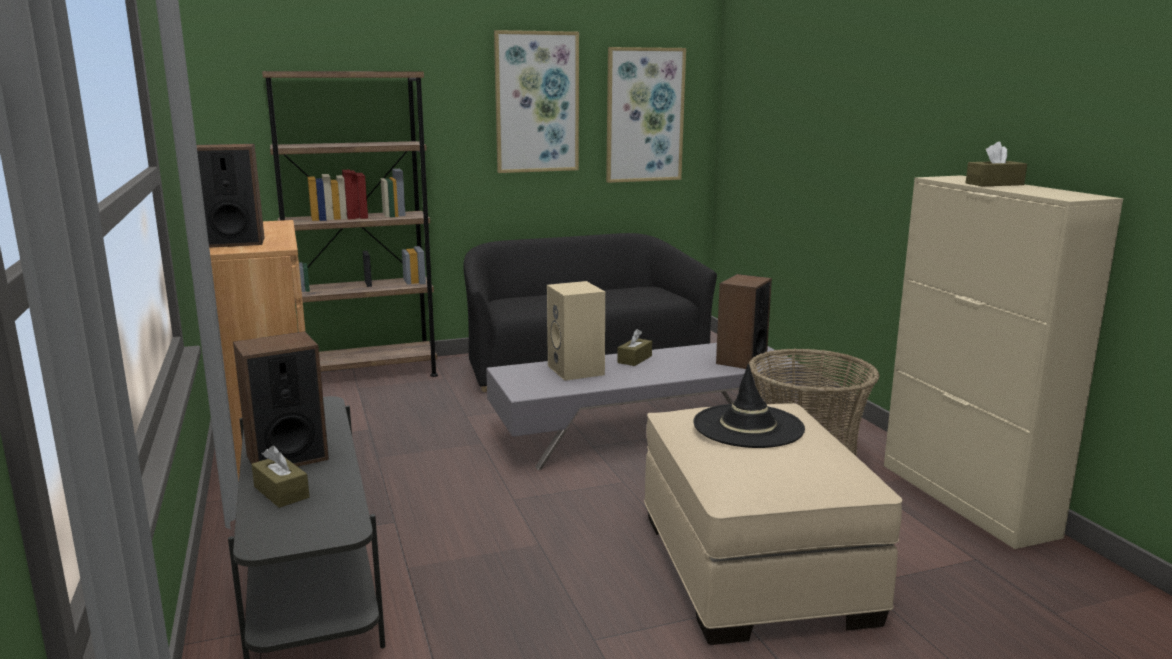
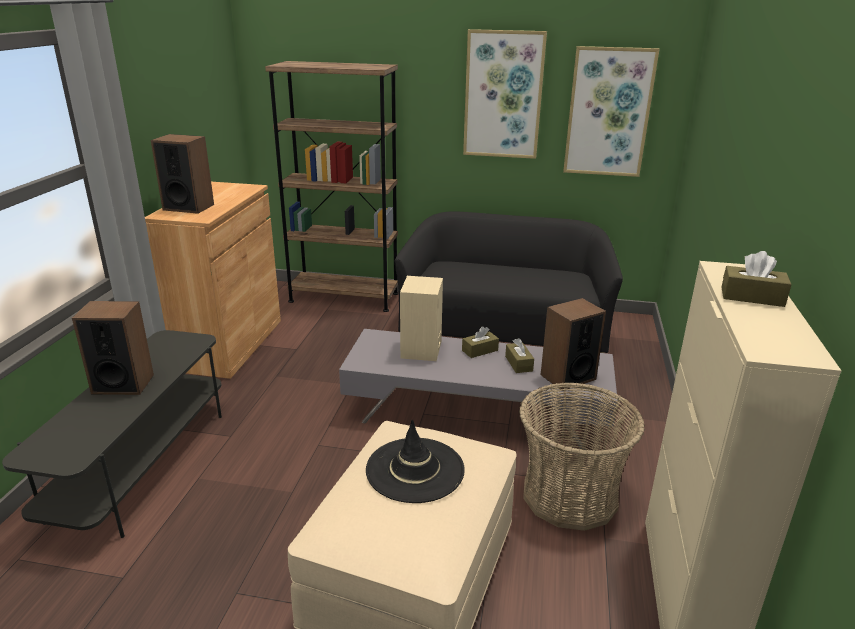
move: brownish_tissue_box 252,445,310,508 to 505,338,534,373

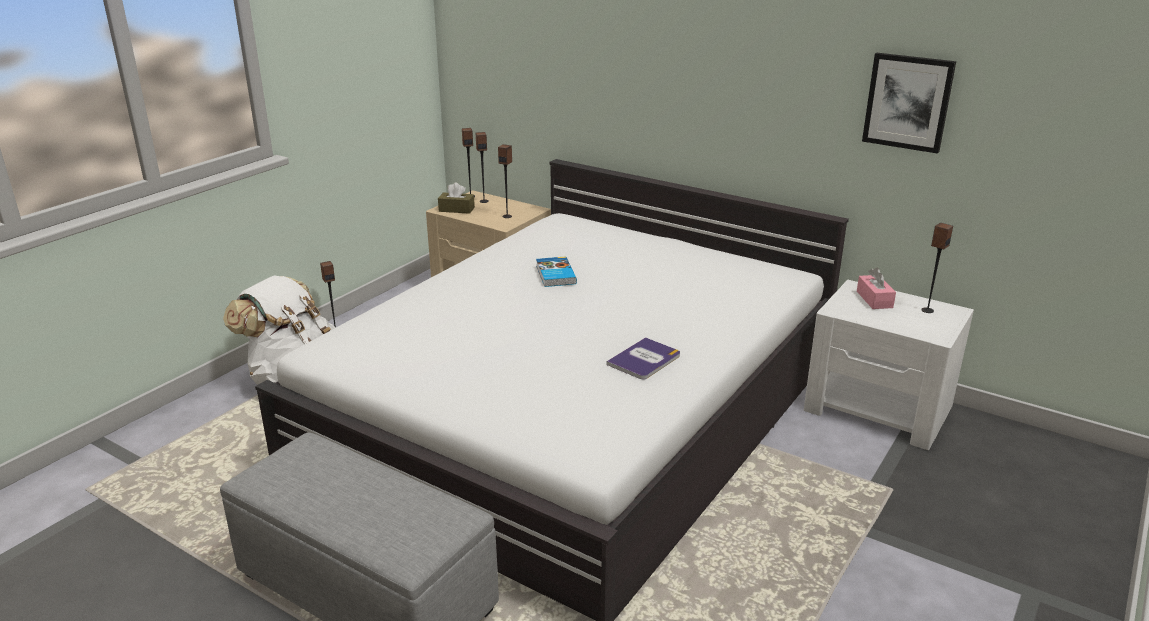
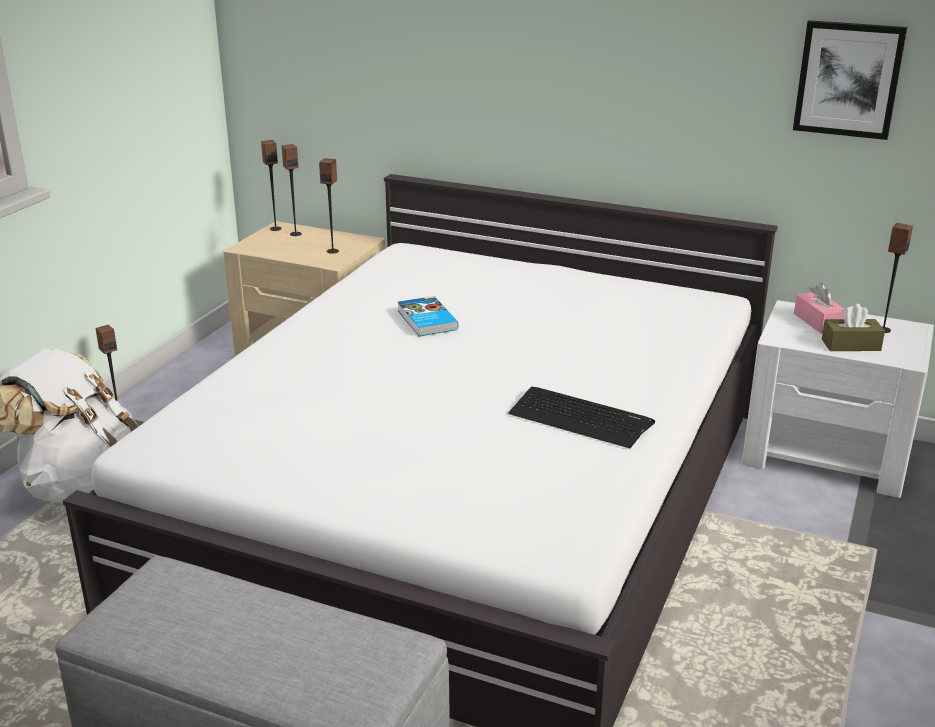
move: brownish_tissue_box 438,183,475,214 to 822,304,885,351
replace: book 607,337,680,379 to computer_keyboard 508,386,655,449

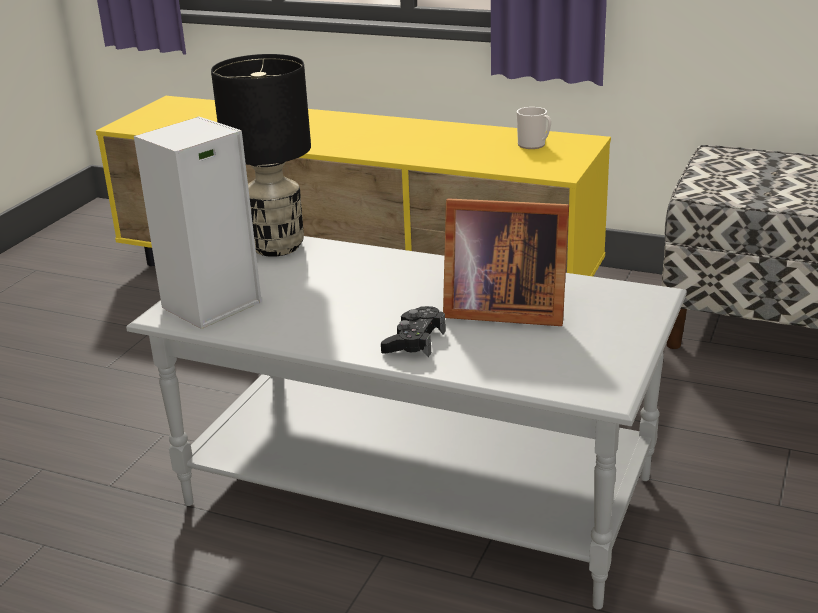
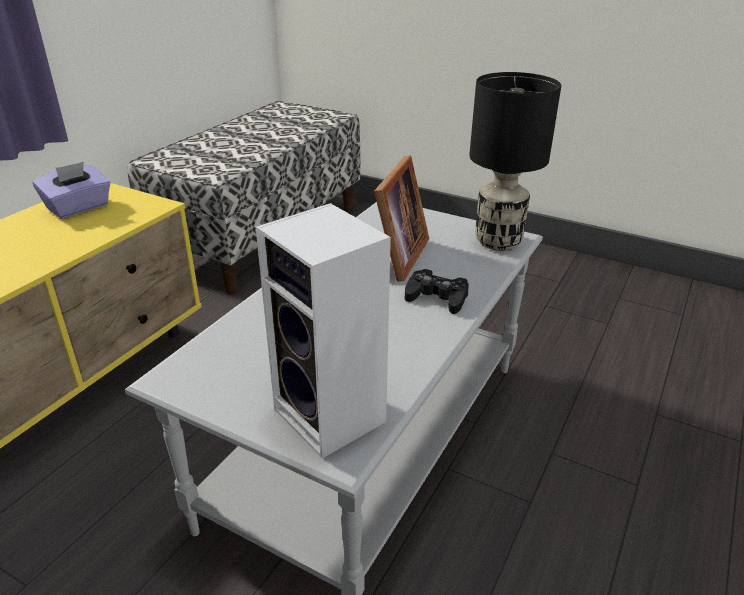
move: black-coloured_lamp_for_a_table 211,54,311,257 to 469,72,561,251
replace: mug 517,107,551,149 to purple-coloured_tissue_box 32,162,110,219

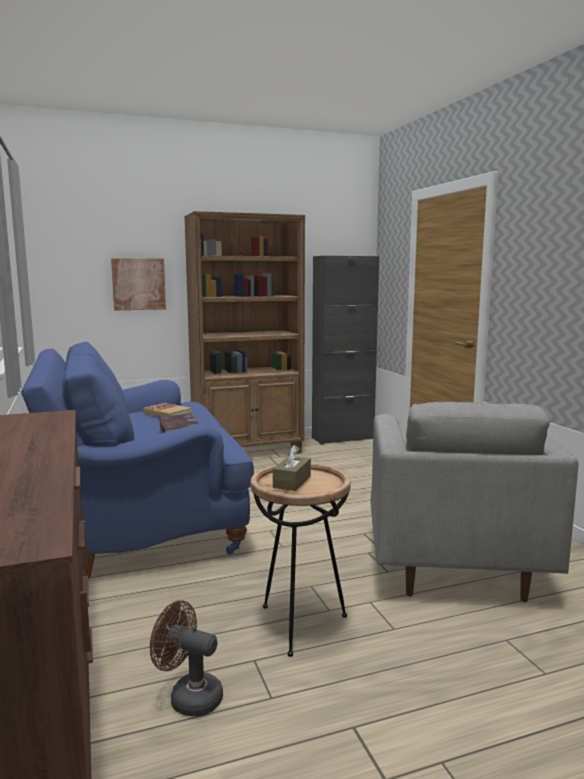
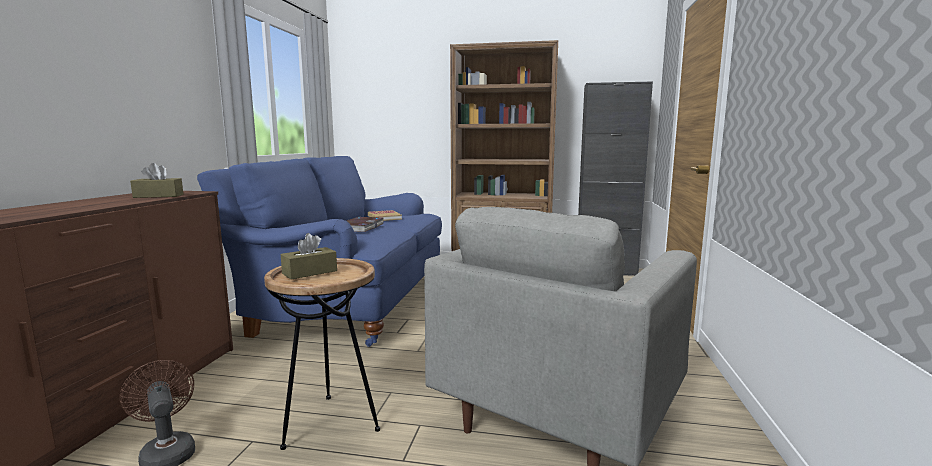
delete: wall_art 111,258,166,310
insert: brownish_tissue_box 130,163,183,198

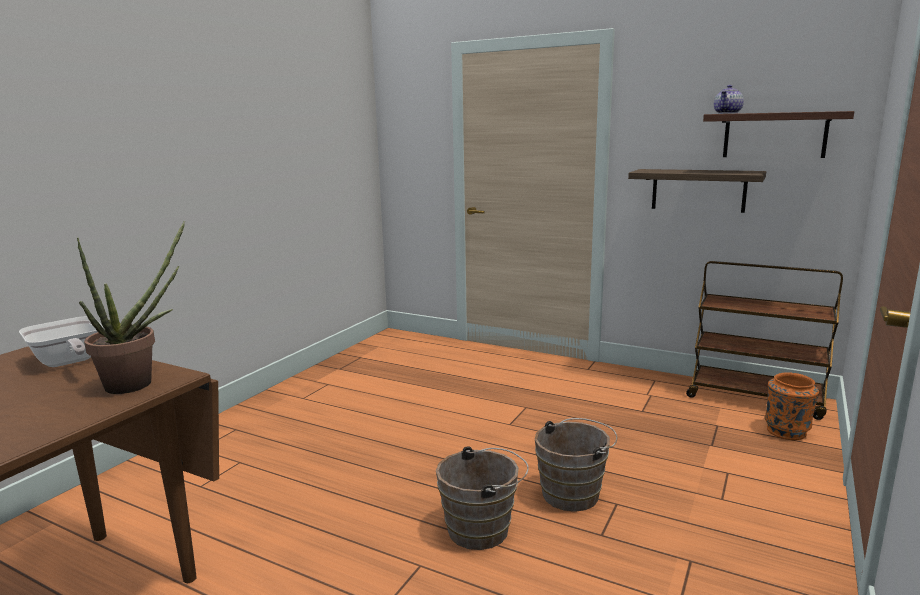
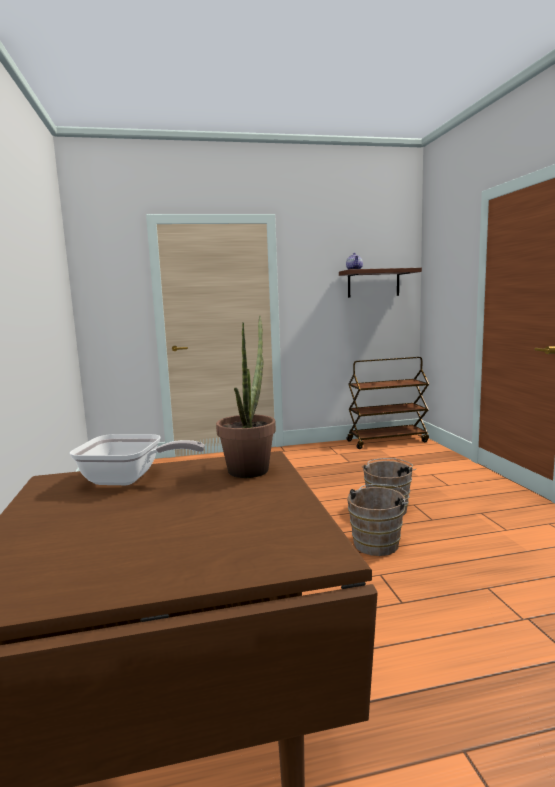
delete: shelf 628,169,766,213; orange-coloured_vase 765,372,819,440

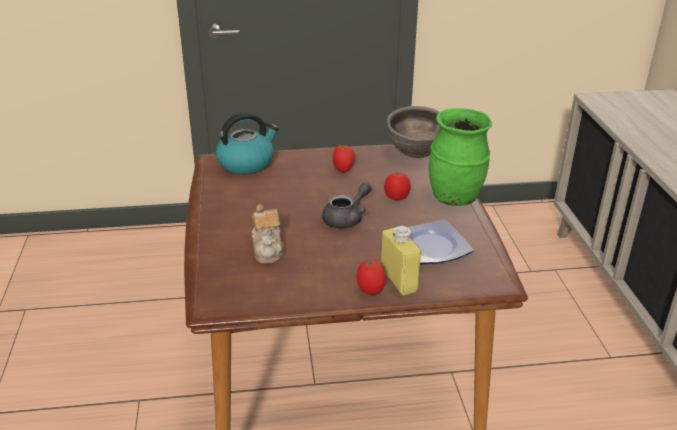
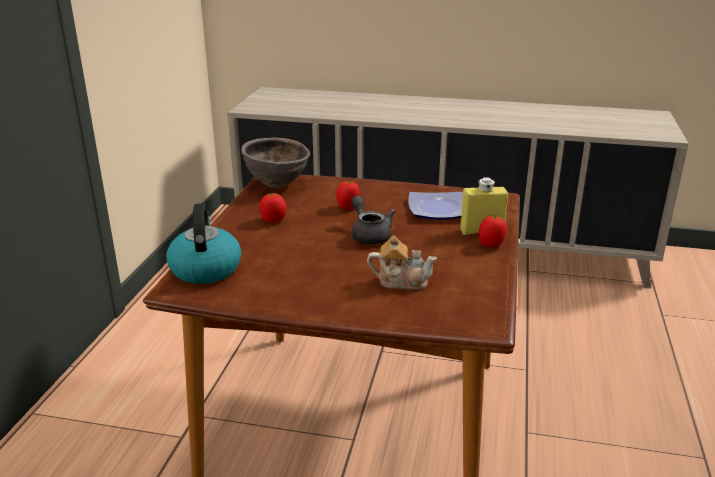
delete: green-coloured_vase 429,108,492,206

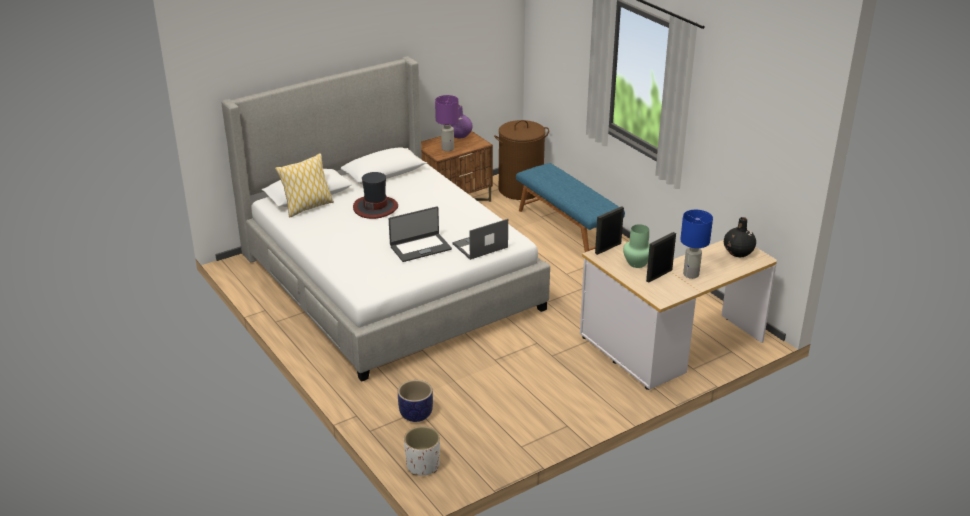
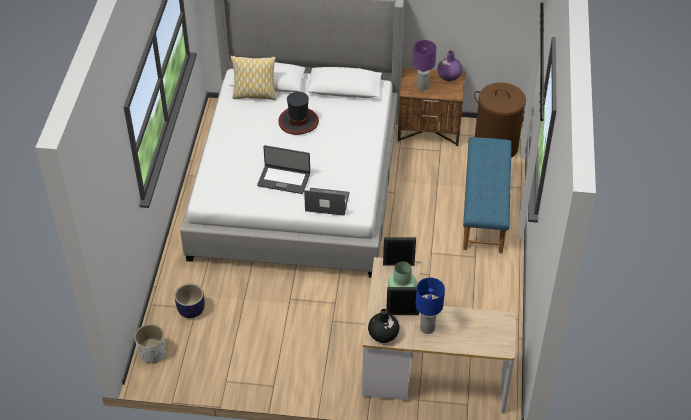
move: black-coloured_vase 724,217,756,257 to 368,309,399,343

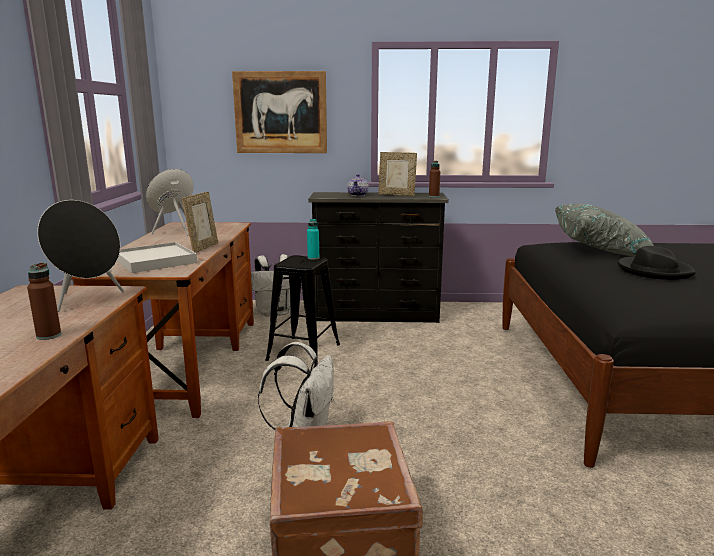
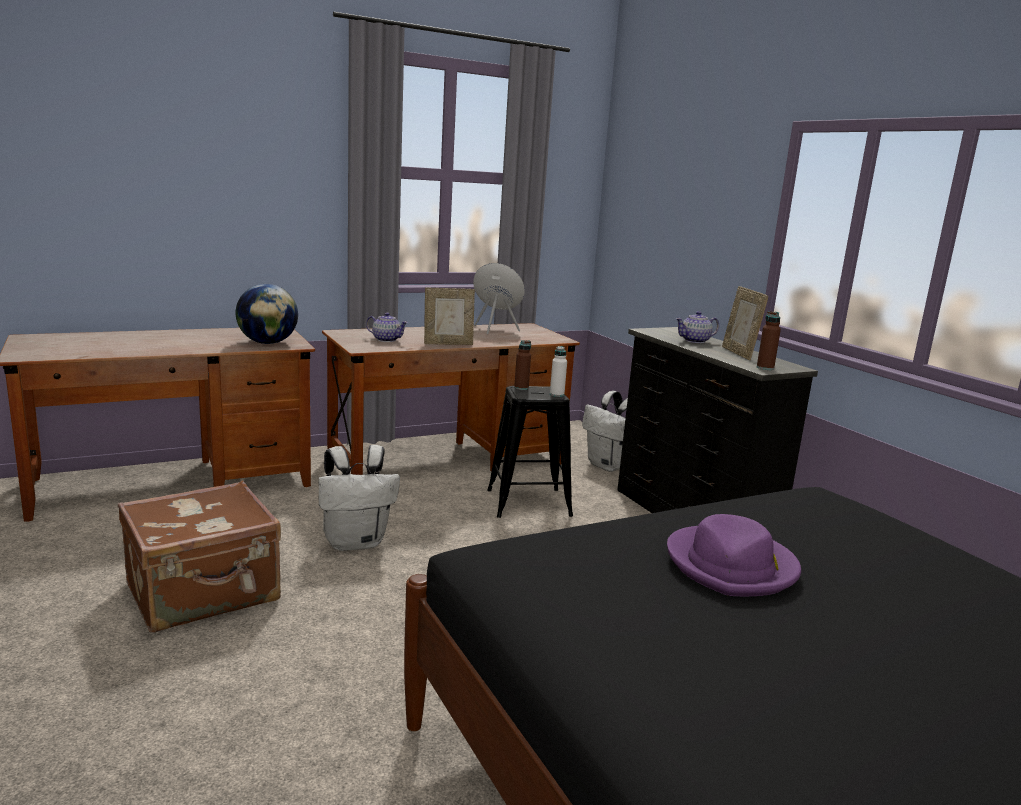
delete: wall_art 232,71,327,153; greyish_throw_pillow 555,203,654,256
move: brownish_drink_bottle 27,262,61,340 to 514,340,531,390
replace: black-coloured_speaker 37,200,124,312 to globe 236,284,298,344; whitish_carrying_tray 117,242,197,273 to tea_pot 366,313,408,342
recolor: turquoise_drink_bottle 307,219,319,260 to whitish_drink_bottle 550,346,567,397; black-coloured_wearable_hat 618,246,696,280 to purple-coloured_wearable_hat 667,514,801,596

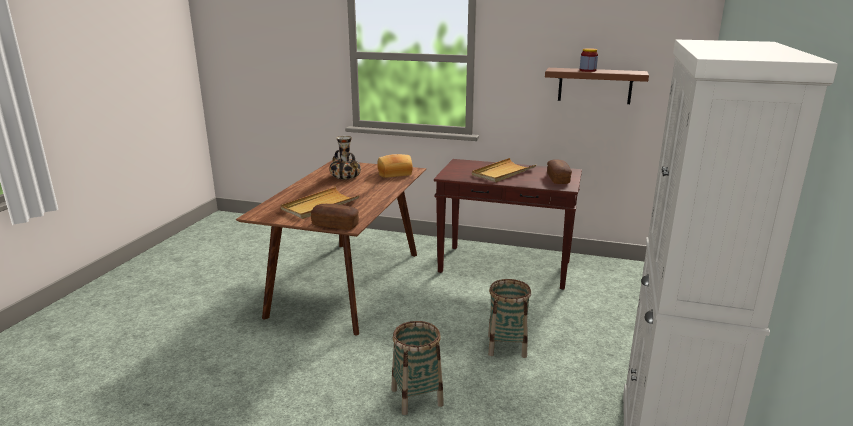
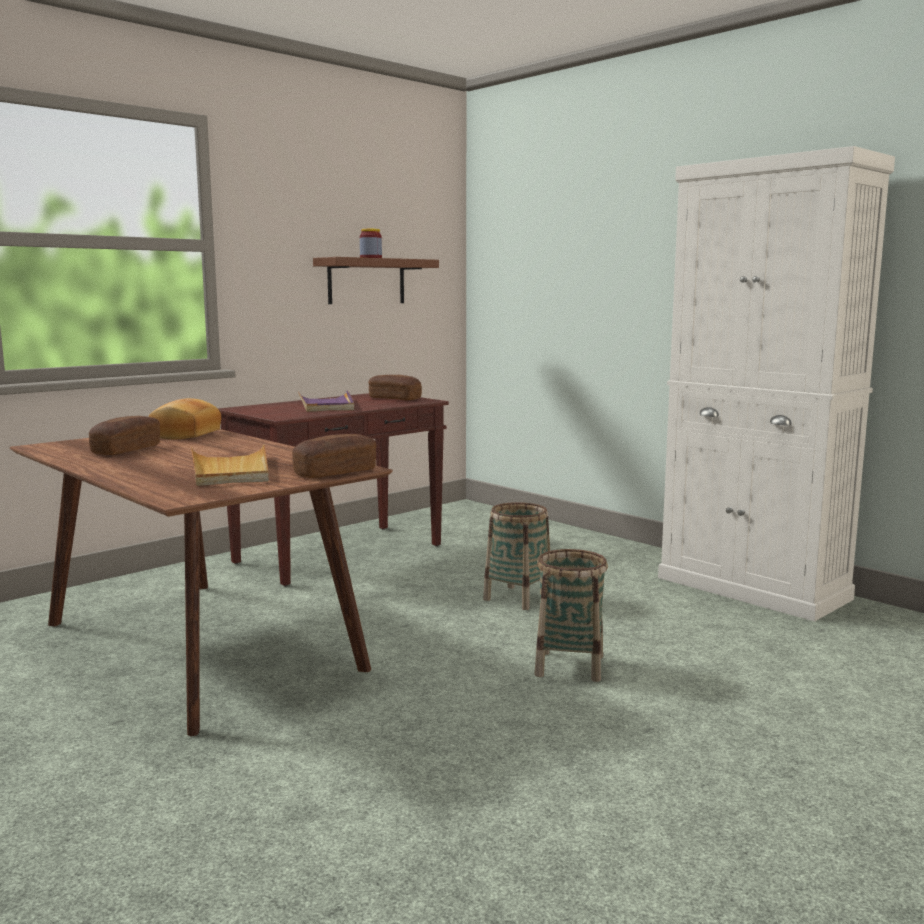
replace: vase 329,136,361,180 to baked_bread 89,416,160,455
recolor: sand-coloured_carrying_tray 472,158,536,182 to purple-coloured_carrying_tray 298,390,354,412

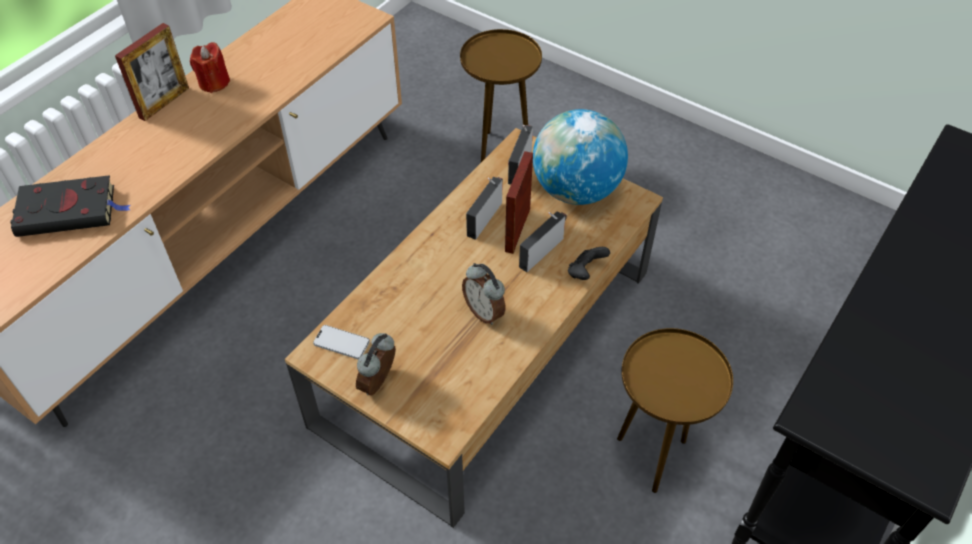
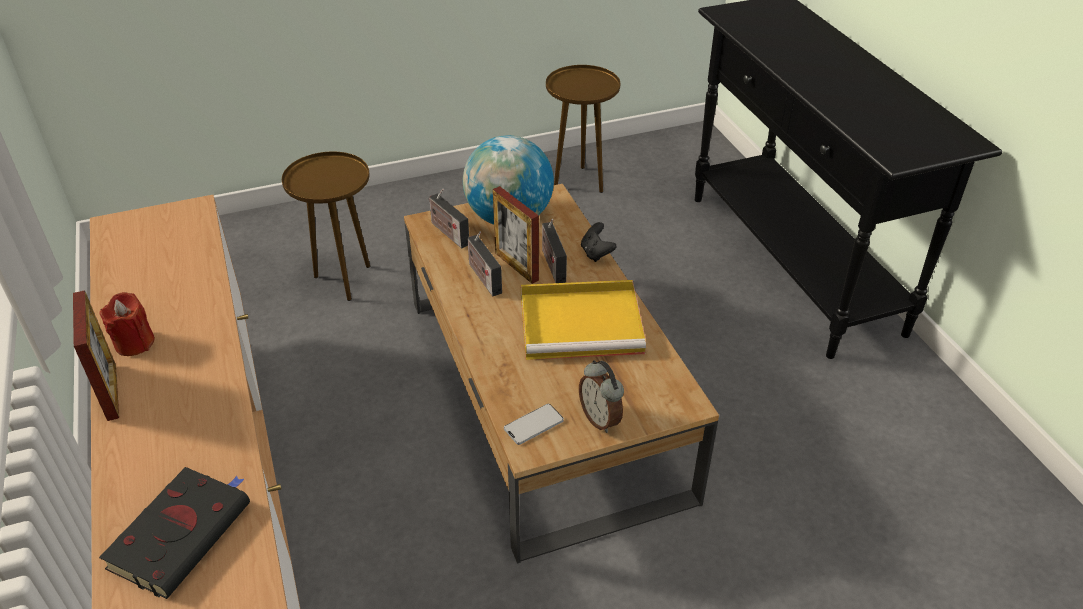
move: brownish_side_table 617,328,733,493 to 546,65,620,193
replace: alarm_clock 462,263,505,325 to yellow-coloured_carrying_tray 521,280,646,360

